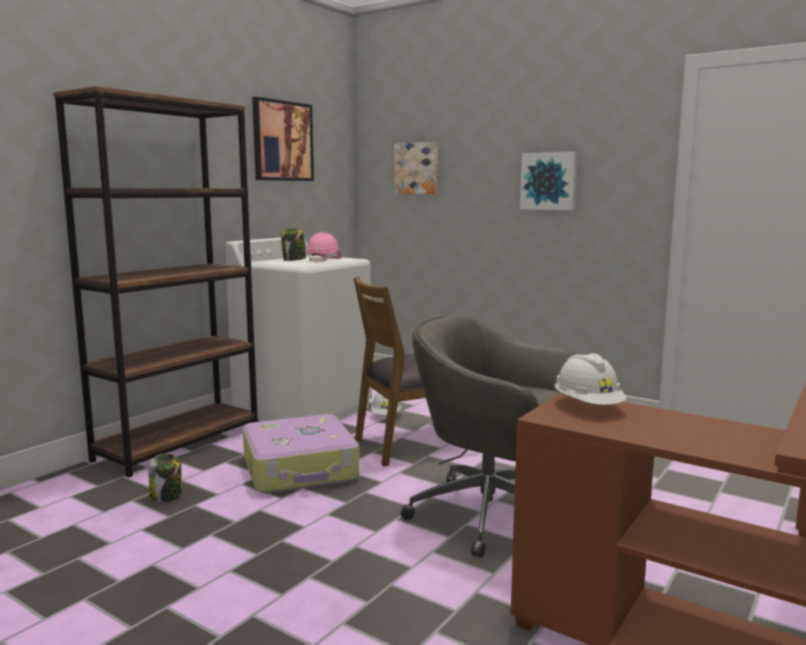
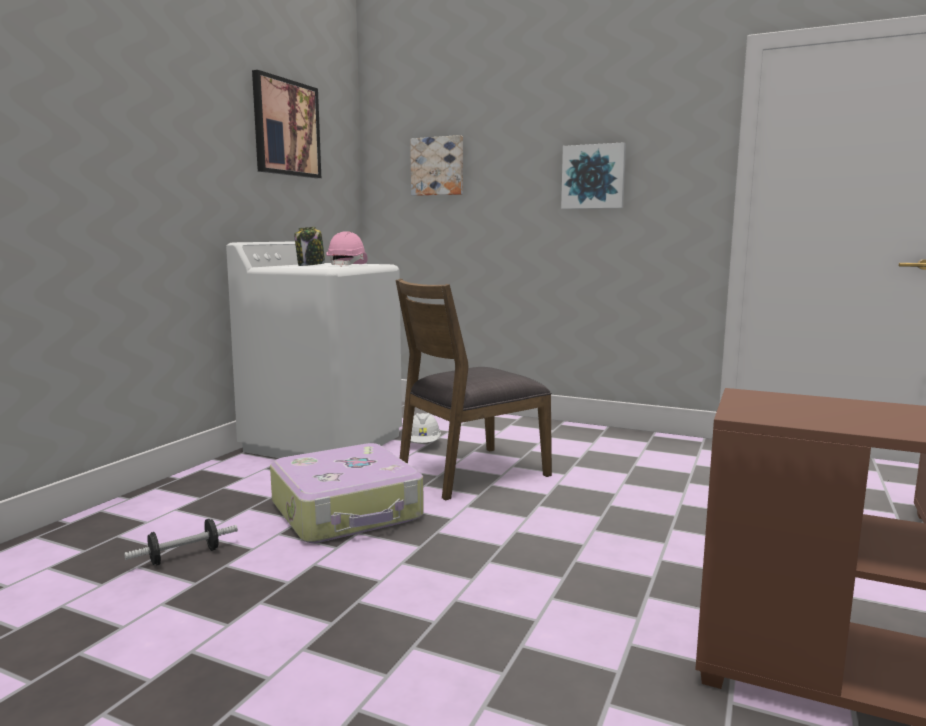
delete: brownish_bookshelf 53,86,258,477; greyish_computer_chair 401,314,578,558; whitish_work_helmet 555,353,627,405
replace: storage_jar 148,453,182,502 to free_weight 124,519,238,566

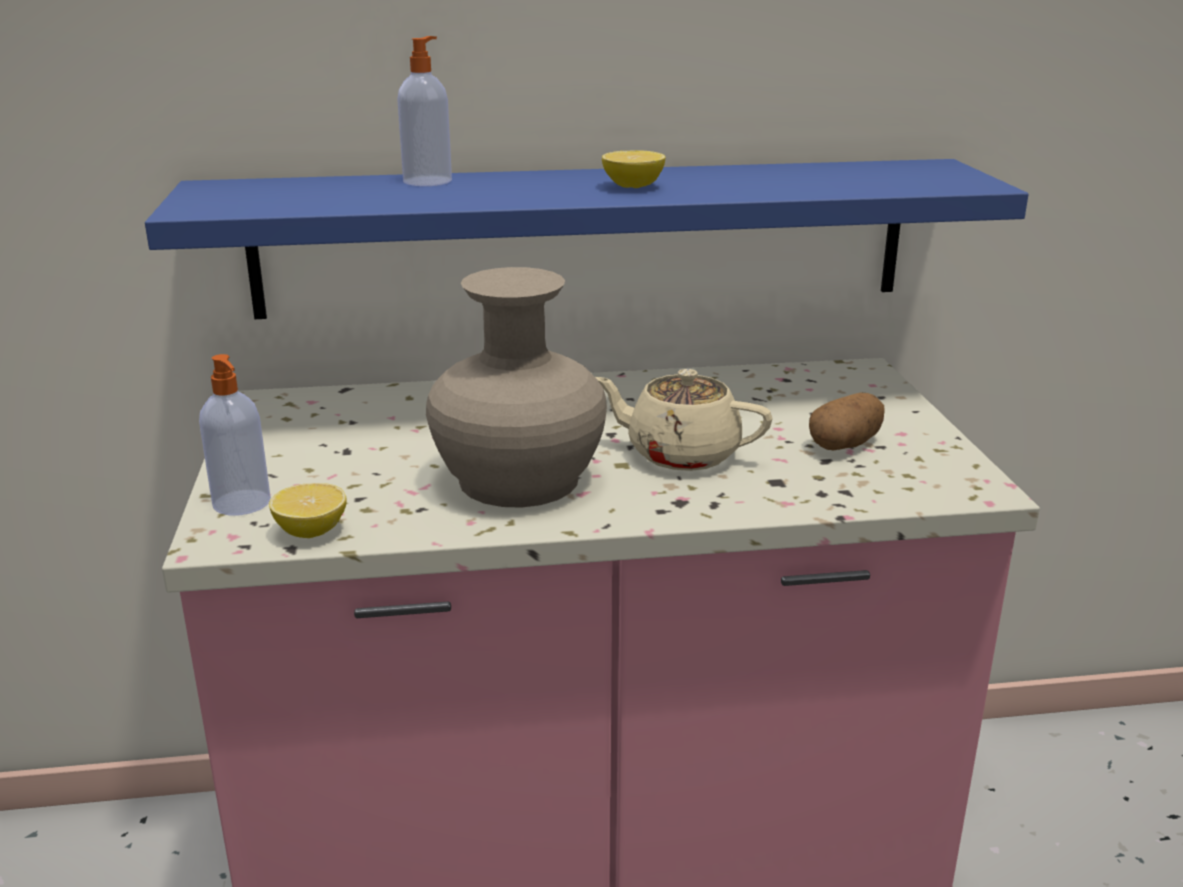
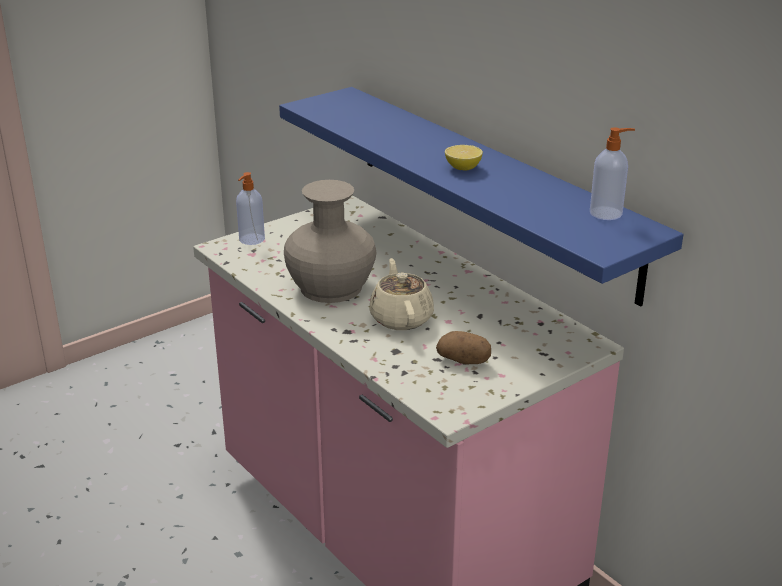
delete: lemon 269,483,347,538
move: liquid_soap_bottle 397,36,452,186 to 590,127,635,220

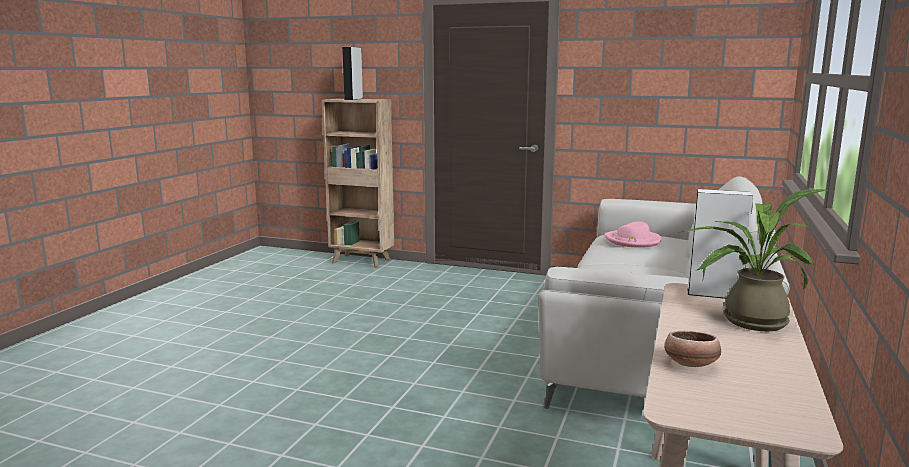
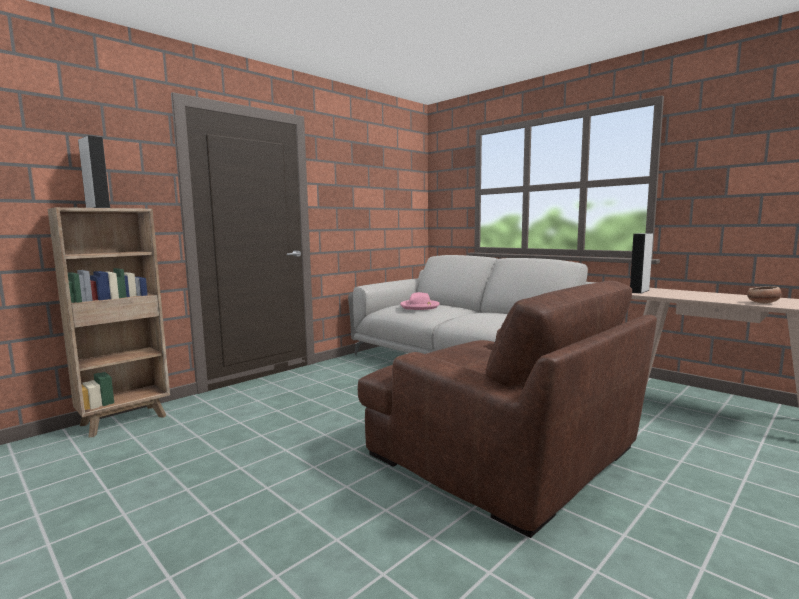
delete: potted_plant 682,189,828,331
insert: brownish_easy_chair 358,281,657,538

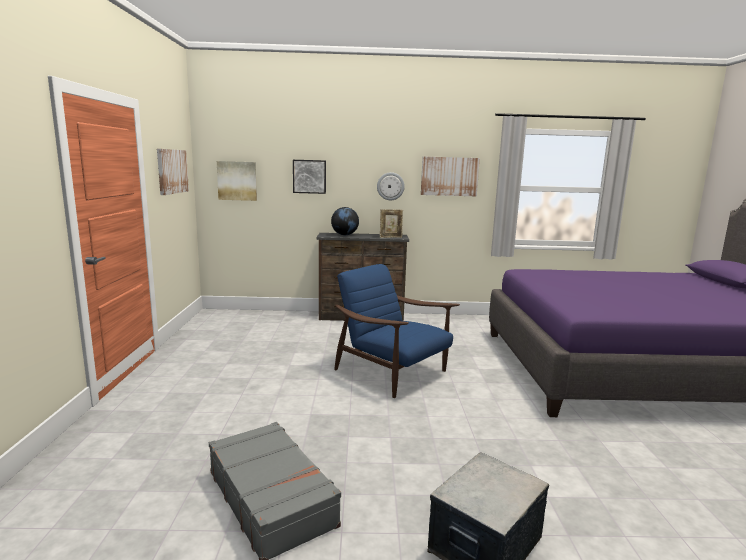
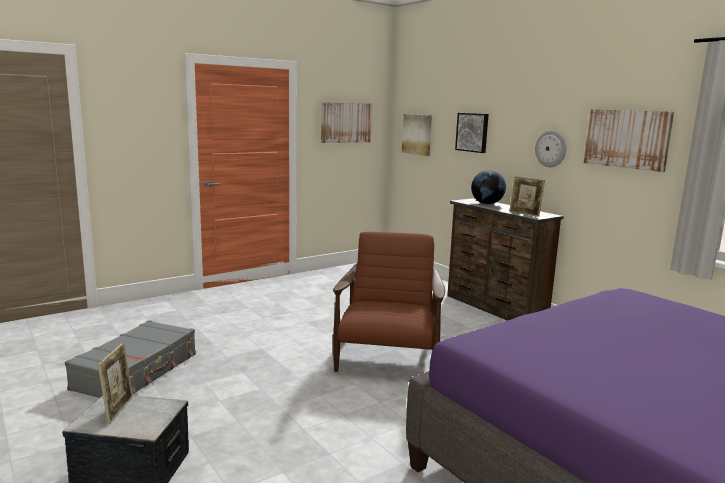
insert: photo_frame 98,342,133,424
recolor: bluish_easy_chair 334,264,460,398 to brownish_easy_chair 333,232,445,372

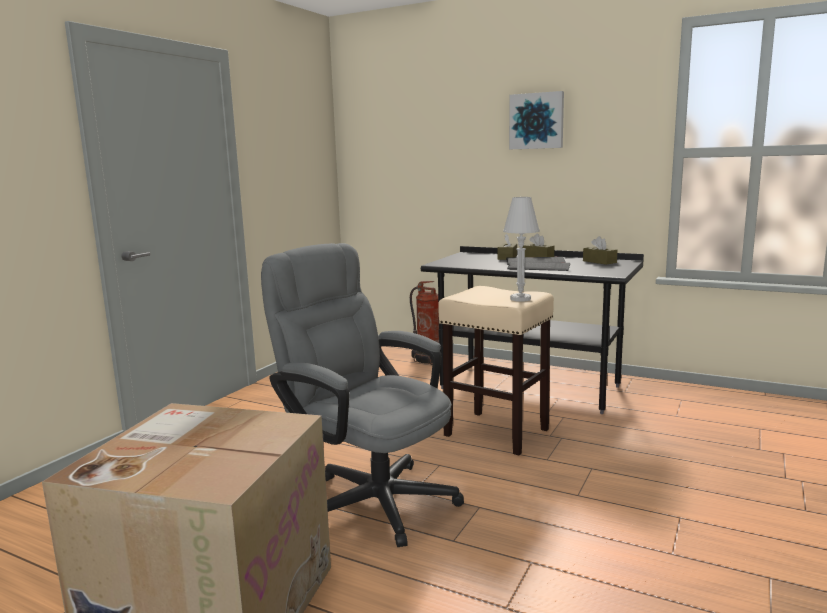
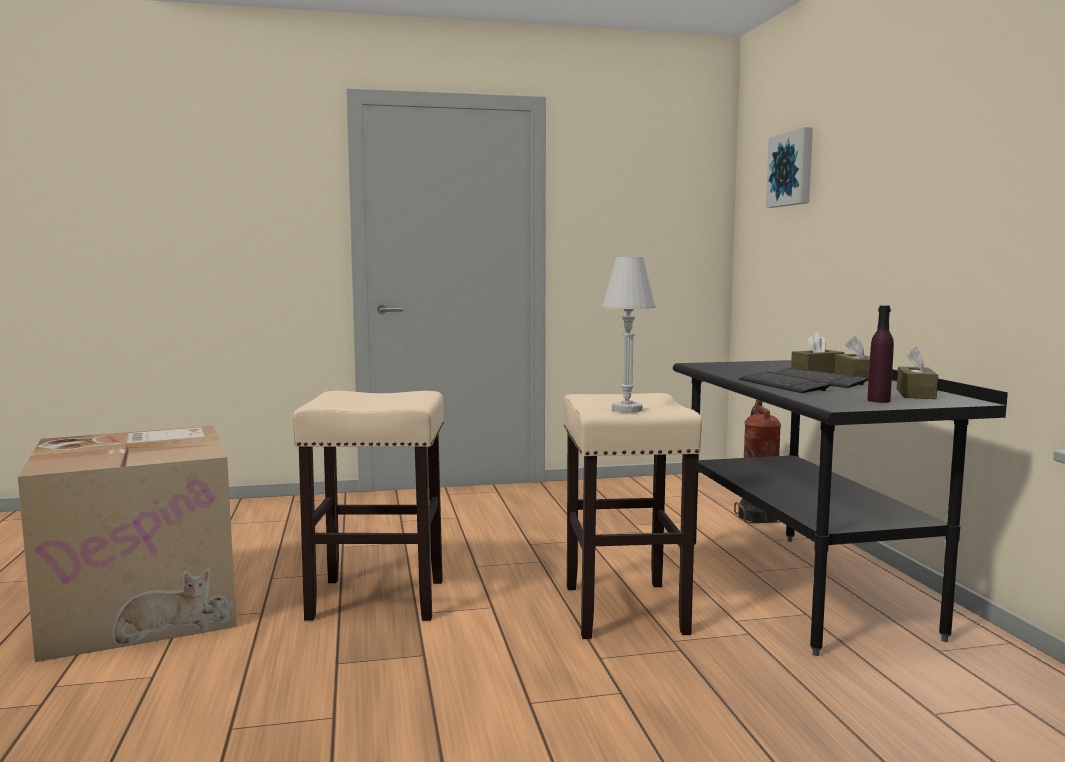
insert: purple-coloured_drink_bottle 867,305,894,403
move: wall_art 509,91,564,149 to 766,127,813,208
replace: greyish_computer_chair 261,243,464,547 to sand-coloured_stool_seat 293,391,444,621

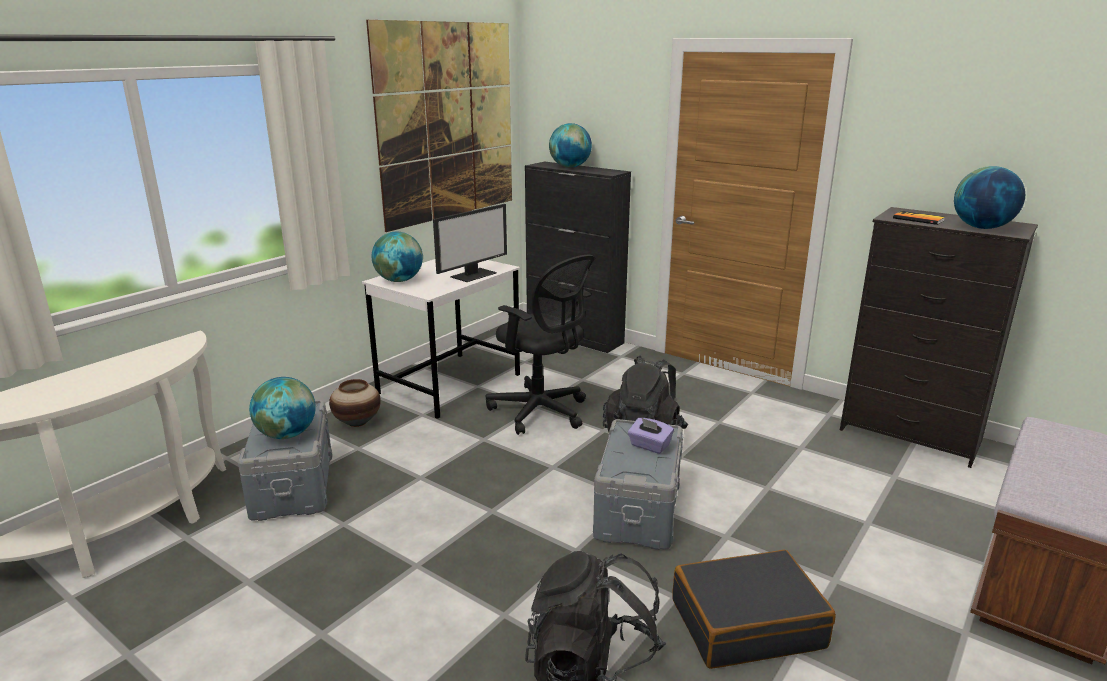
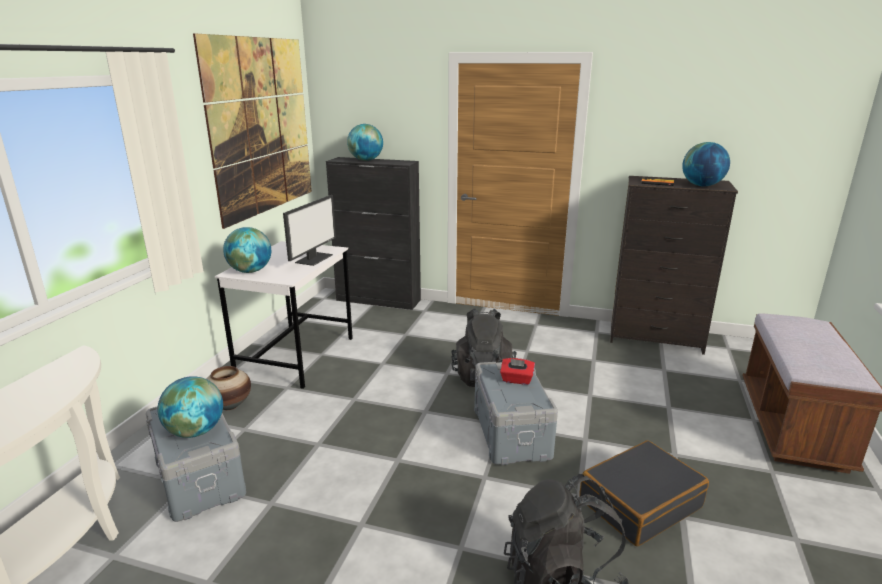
delete: black-coloured_computer_chair 486,255,595,435
recolor: purple-coloured_tissue_box 628,418,674,454 to reddish_tissue_box 500,358,535,385

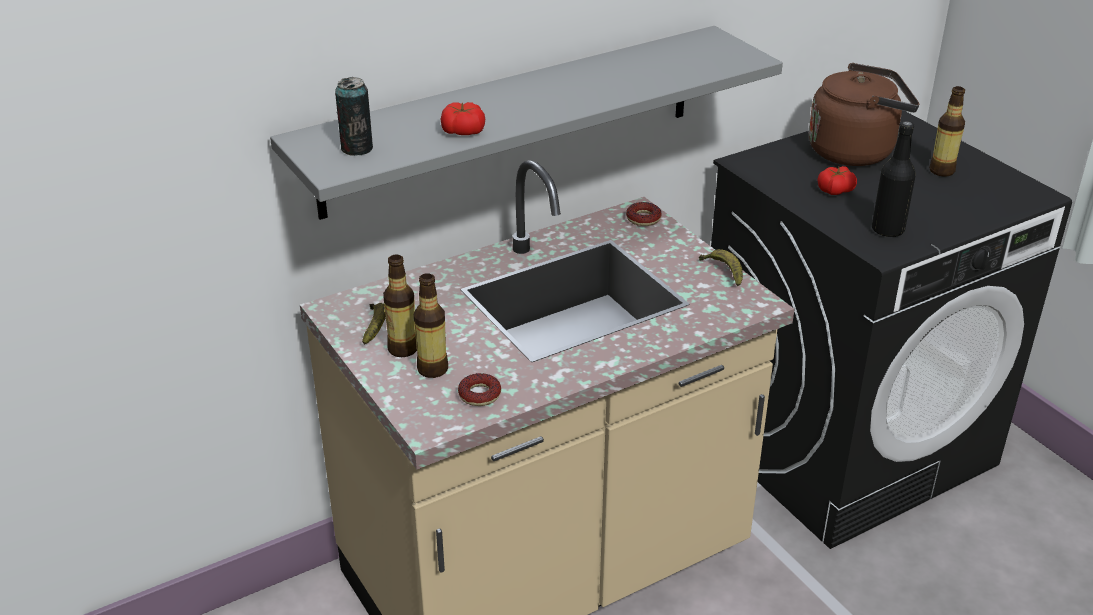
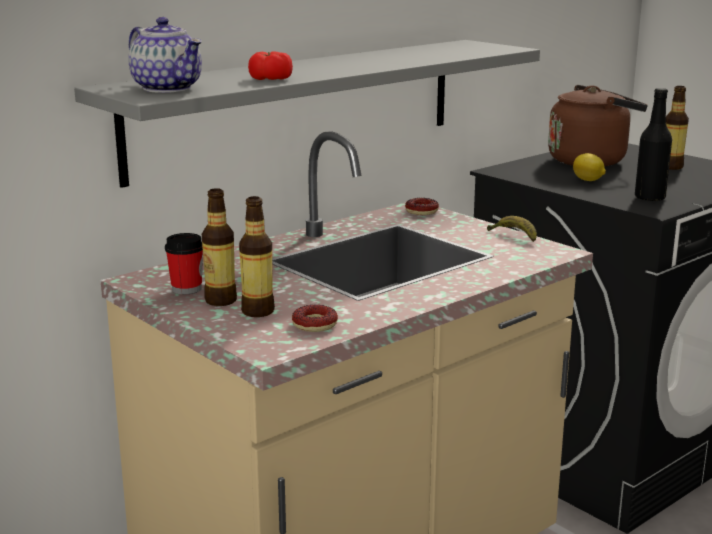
replace: sealed_can 335,77,373,156 to tea_pot 128,17,202,93; whole_tomato 818,166,857,195 to lemon 573,153,606,181; banana_fruit 362,303,386,345 to cup 165,233,203,294

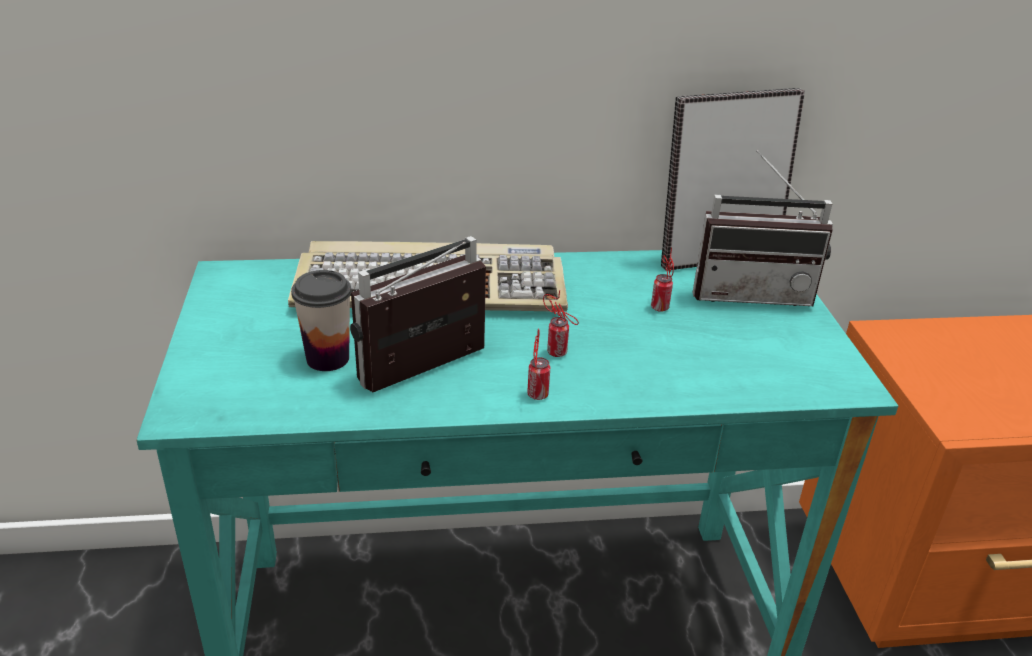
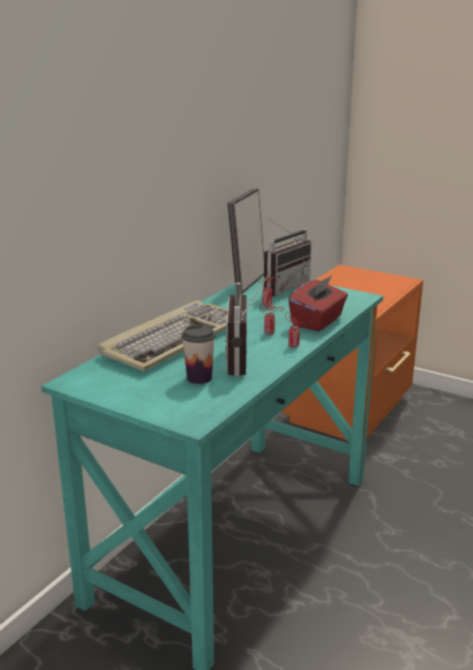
insert: reddish_tissue_box 288,275,348,331

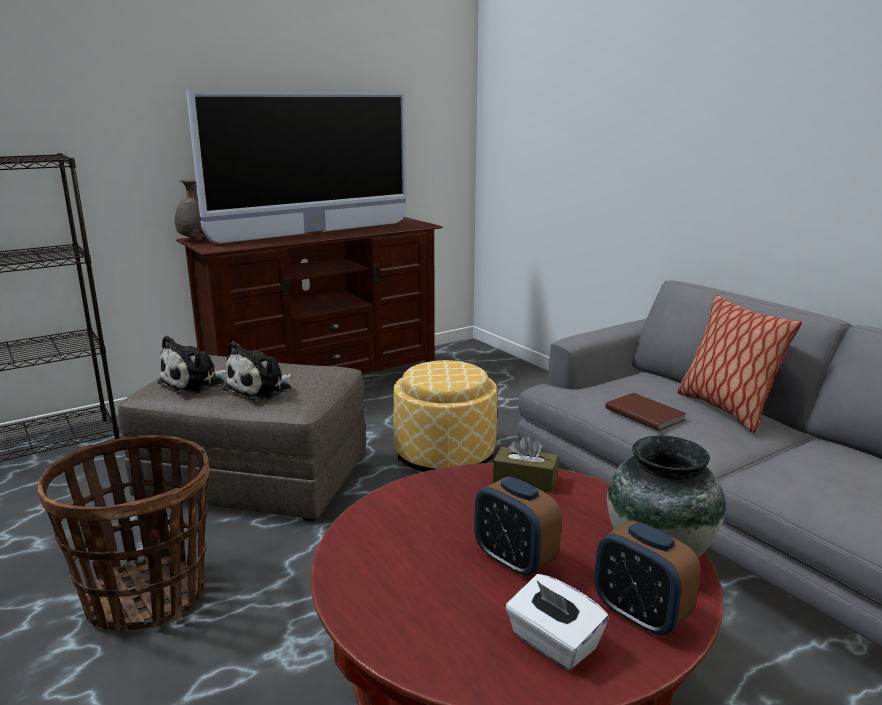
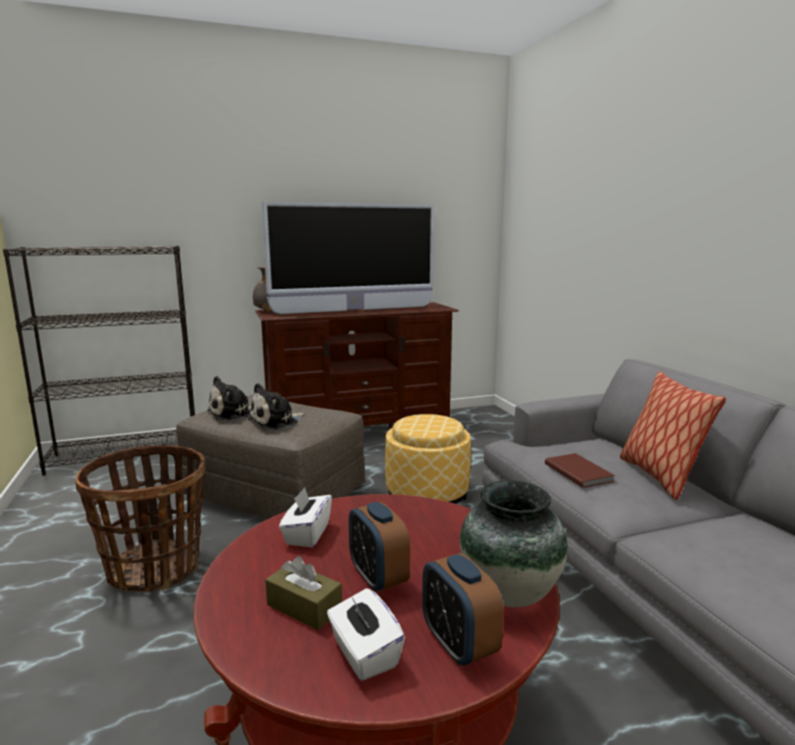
insert: whitish_tissue_box 279,487,332,547
move: brownish_tissue_box 493,435,559,493 to 265,556,342,630

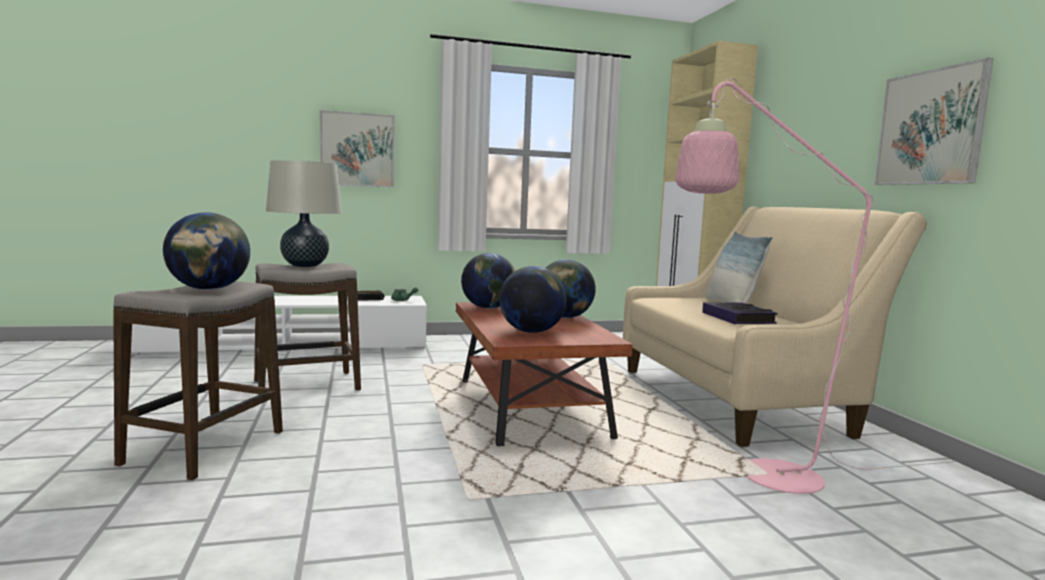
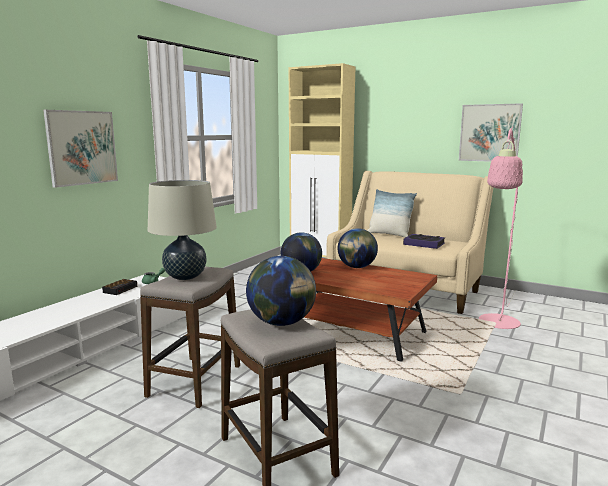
delete: globe 499,266,567,333

